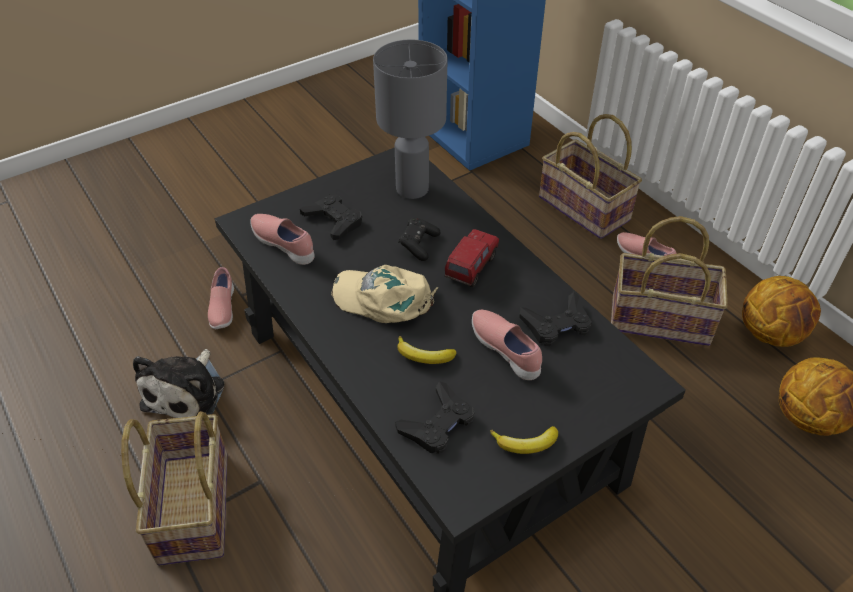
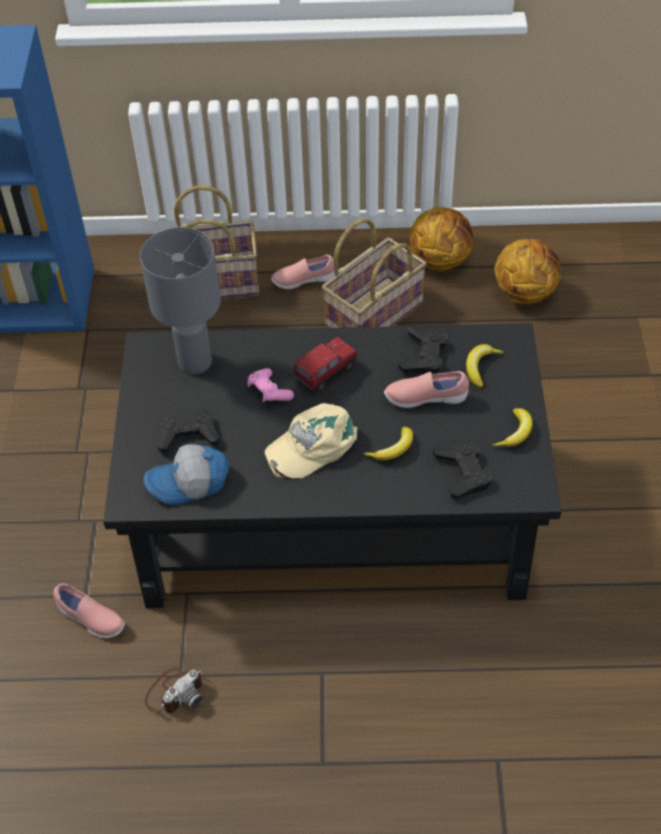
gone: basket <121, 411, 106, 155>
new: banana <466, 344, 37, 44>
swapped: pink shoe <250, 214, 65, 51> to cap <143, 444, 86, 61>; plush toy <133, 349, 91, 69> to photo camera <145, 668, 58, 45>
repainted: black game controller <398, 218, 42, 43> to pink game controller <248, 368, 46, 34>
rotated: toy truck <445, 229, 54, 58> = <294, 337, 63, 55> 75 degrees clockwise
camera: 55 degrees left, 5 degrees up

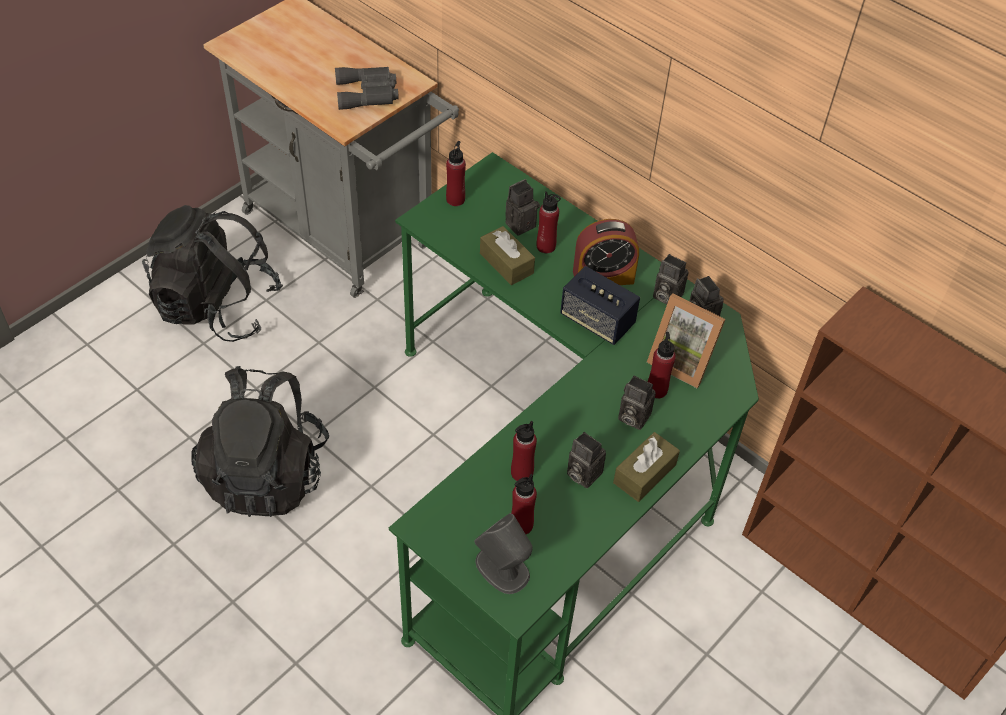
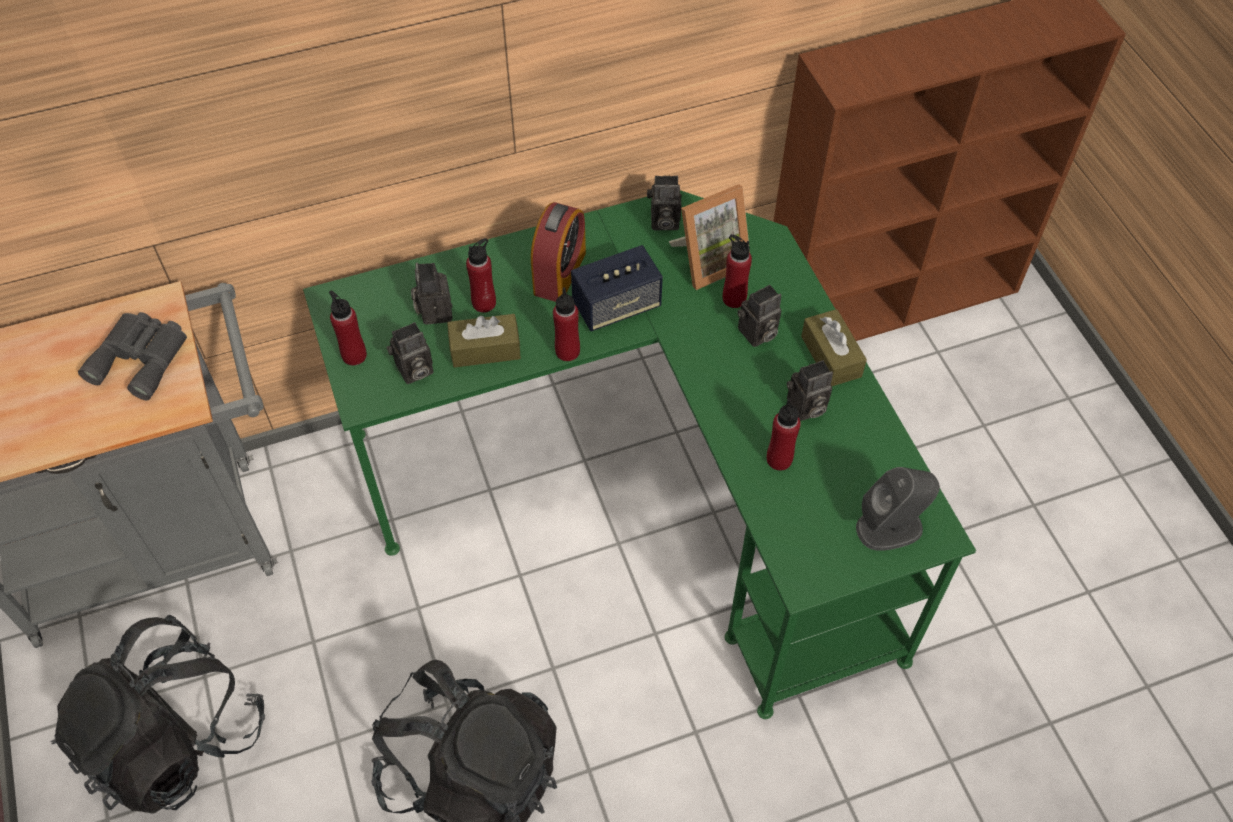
shifted: photo camera <653, 254, 35, 50> to <386, 322, 47, 62>; red bottle <511, 474, 26, 60> to <553, 287, 27, 74>
camera: 60 degrees left, 5 degrees up

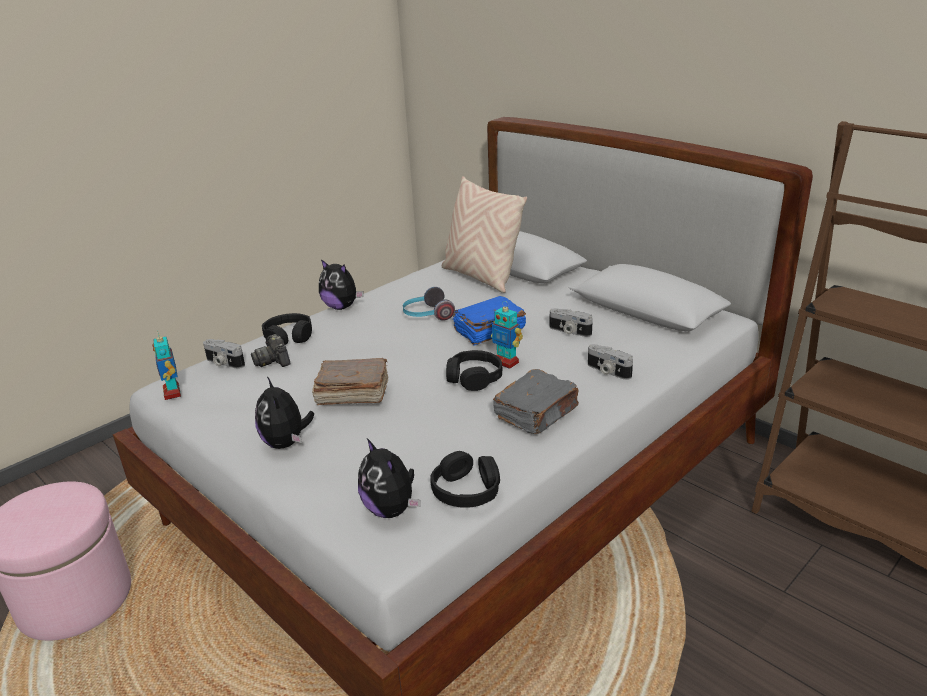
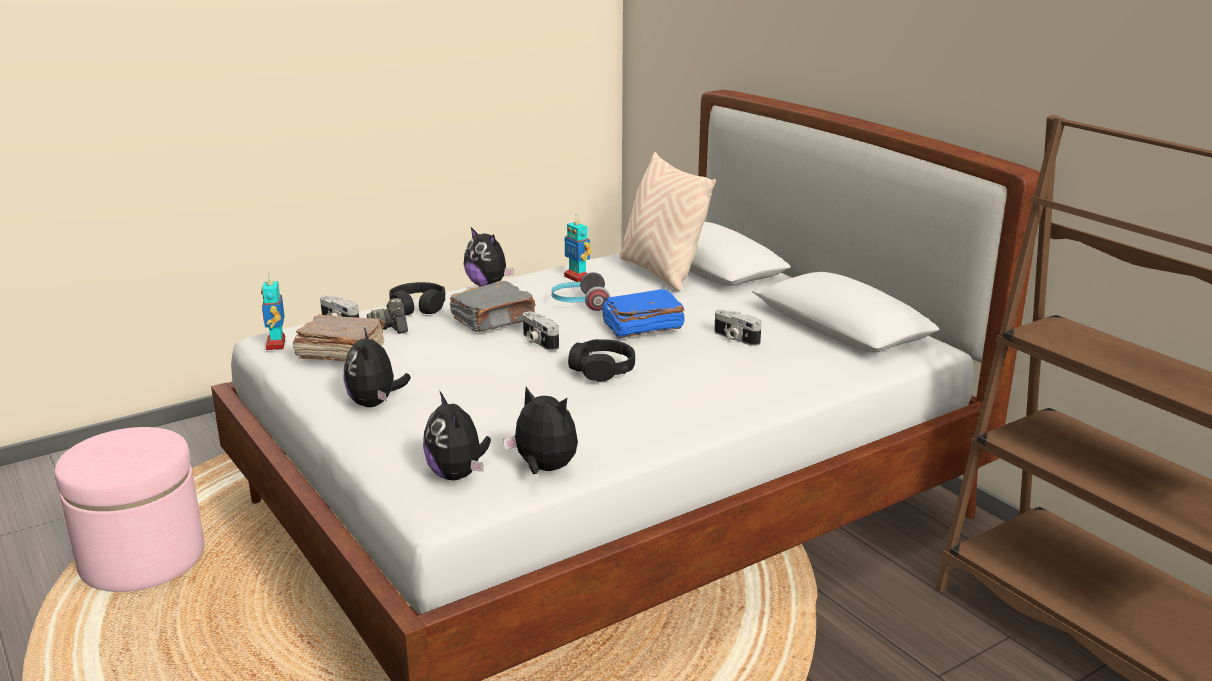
shifted: toy robot <491, 301, 32, 68> to <564, 214, 28, 68>; photo camera <588, 344, 45, 36> to <523, 311, 36, 40>; brown book <312, 358, 76, 47> to <293, 314, 92, 47>; grey book <493, 369, 86, 65> to <450, 281, 86, 51>
swapped: black headphones <430, 451, 70, 57> to plush toy <503, 387, 75, 87>
camera: 10 degrees right, 5 degrees down

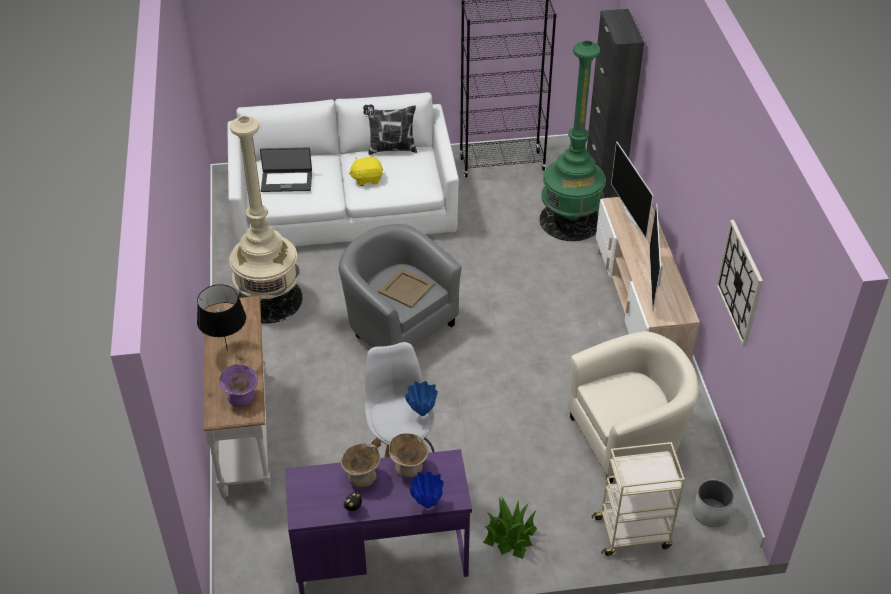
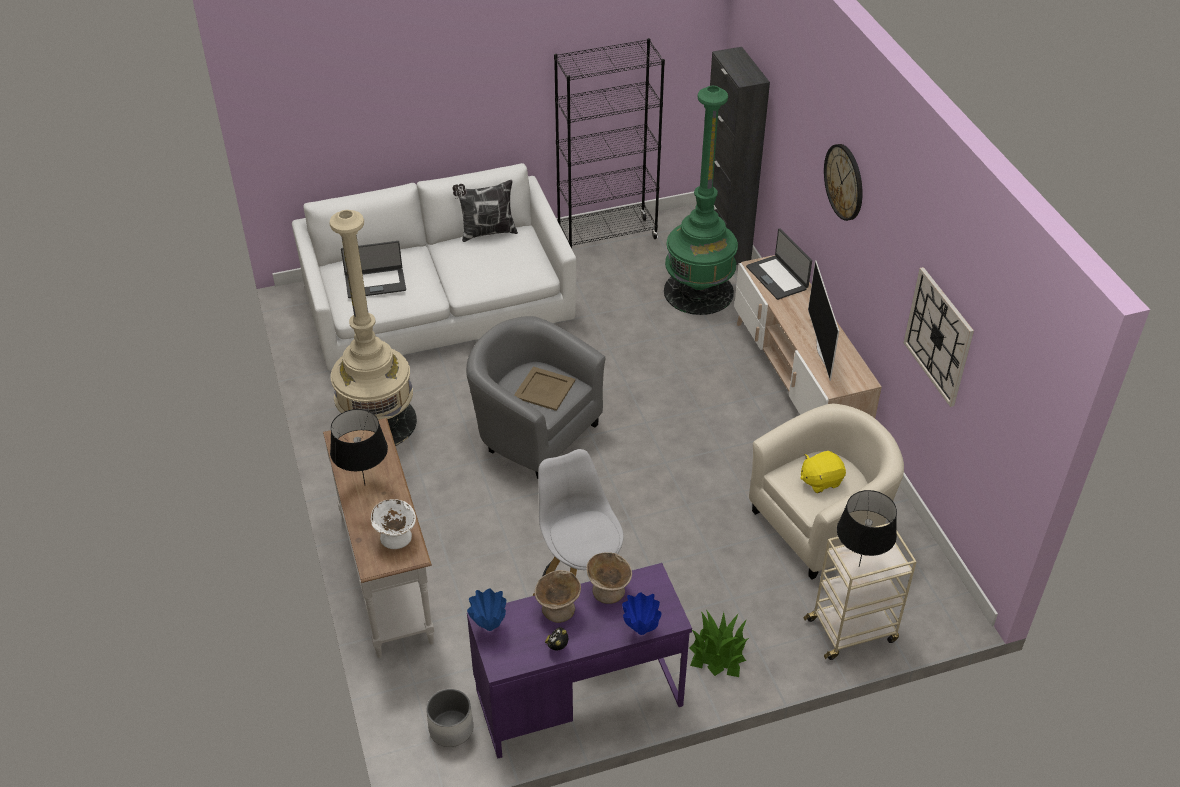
new: wall clock <824, 144, 39, 77>; black table lamp <837, 490, 60, 77>
shifted: yellow plush toy <348, 157, 35, 29> to <800, 451, 46, 42>; blue vase <405, 381, 33, 35> to <467, 588, 39, 43>; white planter <693, 479, 41, 48> to <426, 689, 47, 58>
swapped: television <611, 141, 43, 98> to laptop <746, 228, 66, 72>
repainted: purple bowl <219, 364, 39, 43> to white bowl <371, 499, 45, 50>
camera: 10 degrees left, 0 degrees up

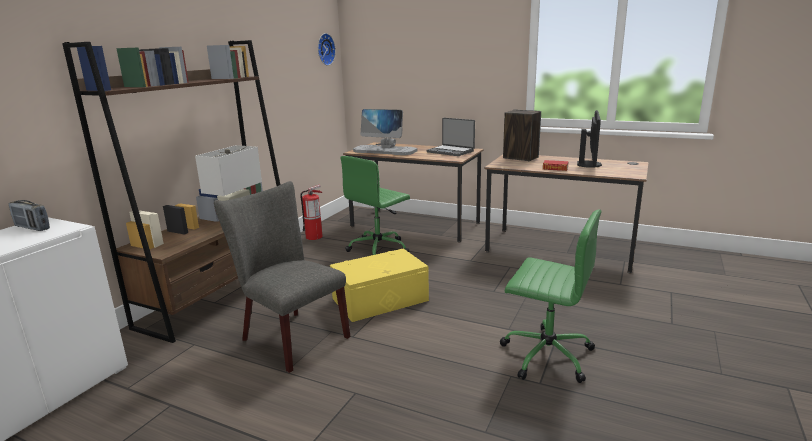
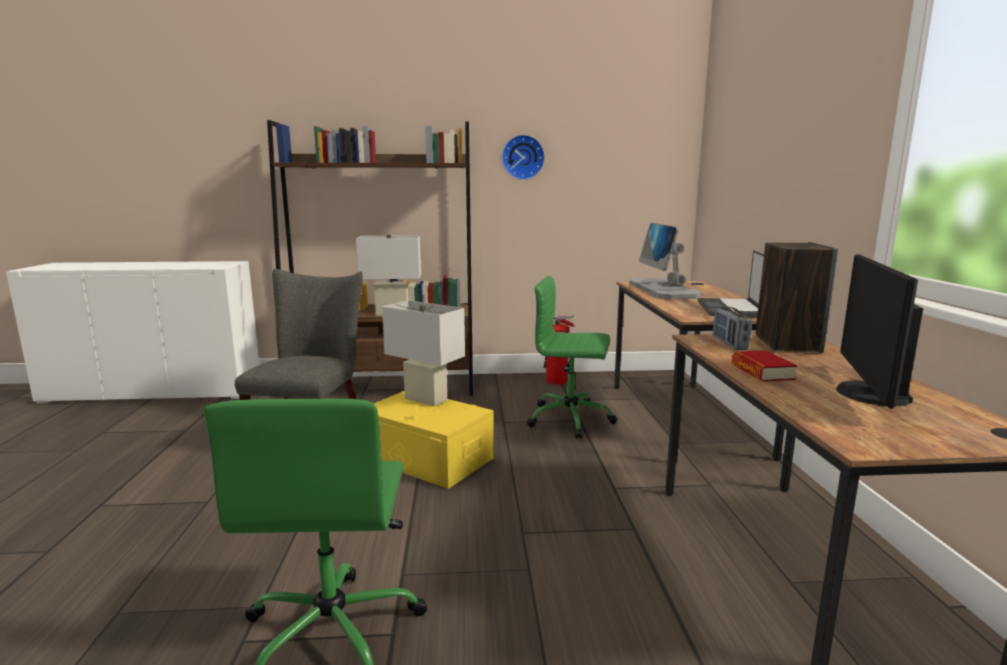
new: white table lamp <382, 300, 83, 106>
shifted: wall clock <318, 33, 18, 33> to <501, 135, 44, 45>; radio <9, 200, 41, 31> to <713, 307, 39, 43>
rotated: monitor <577, 110, 25, 58> = <836, 254, 87, 155> 120 degrees clockwise
camera: 60 degrees right, 5 degrees down

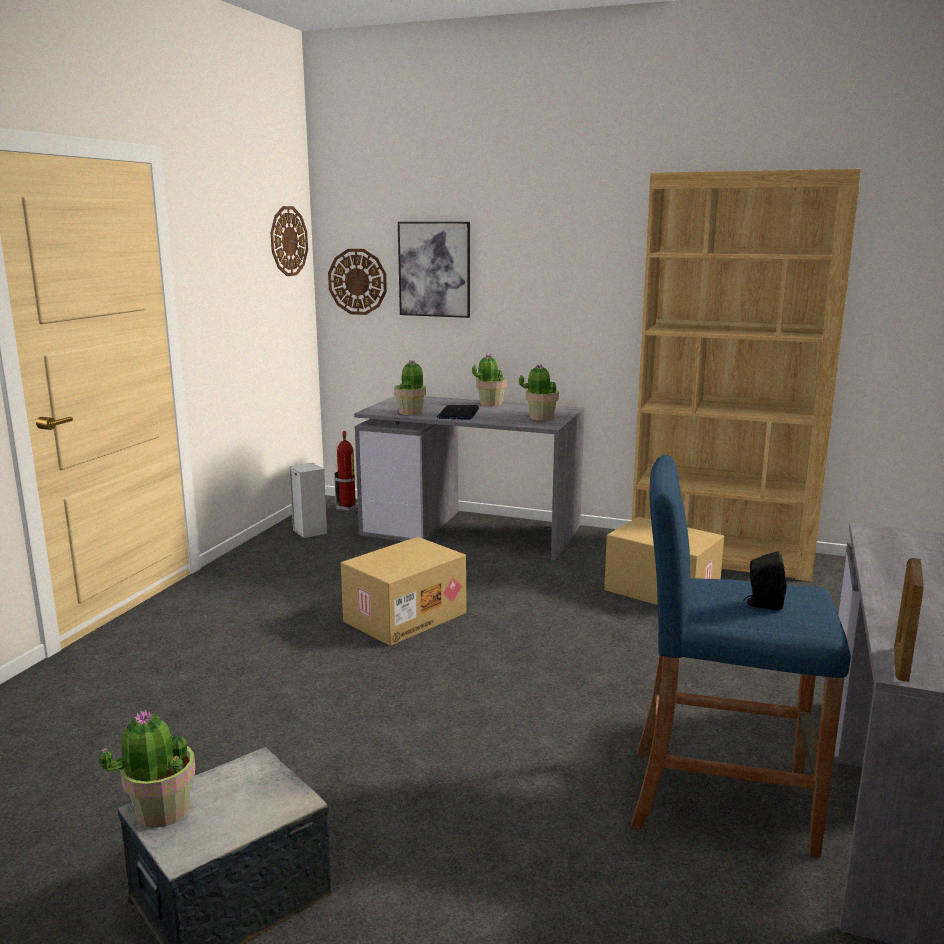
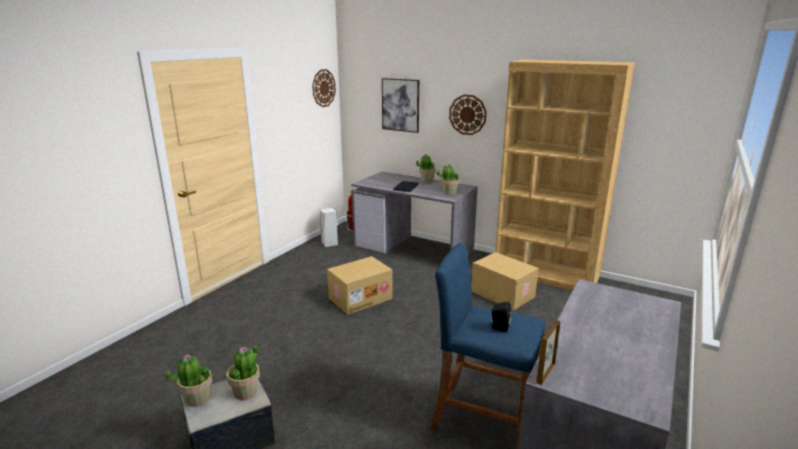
shifted: wall clock <328, 249, 59, 66> to <449, 95, 38, 40>; potted plant <394, 360, 32, 55> to <226, 345, 34, 55>
camera: 10 degrees right, 5 degrees up

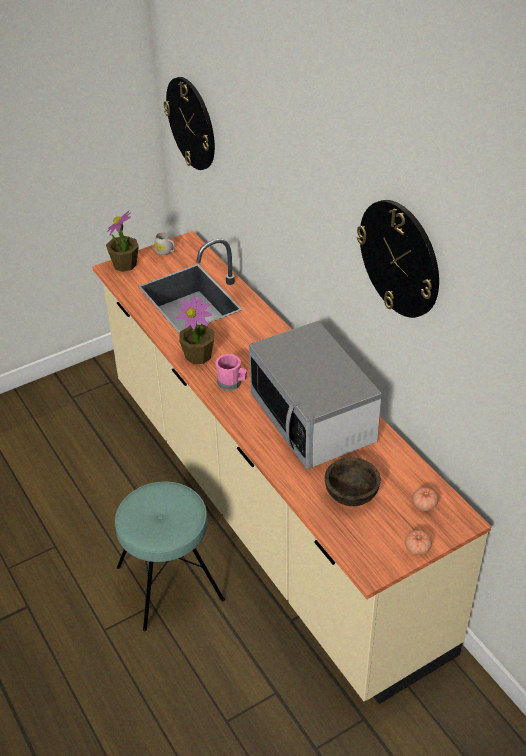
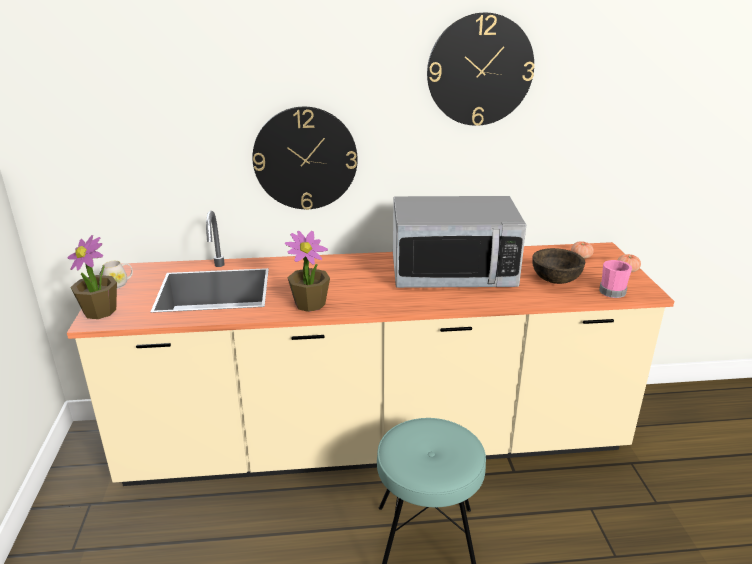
shifted: wall clock <164, 77, 51, 93> to <252, 107, 106, 103>; pink mug <215, 354, 32, 37> to <599, 260, 33, 38>
camera: 65 degrees left, 15 degrees down

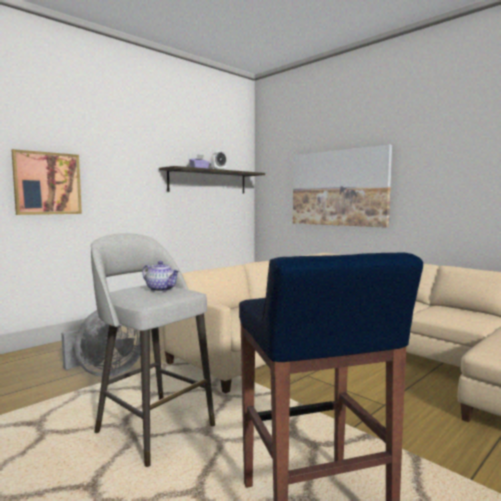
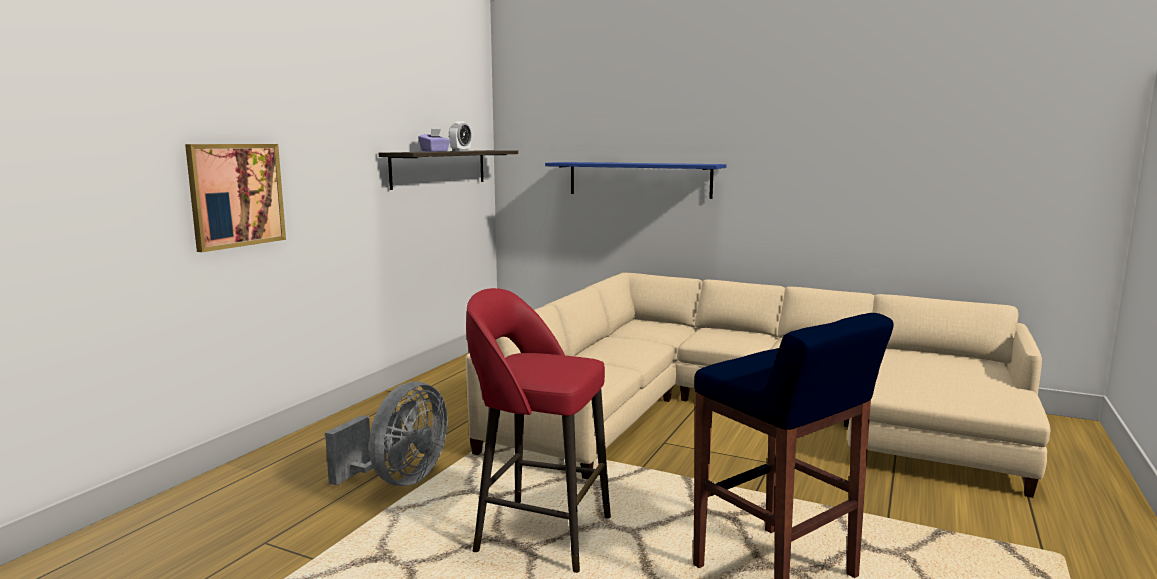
gone: teapot <142, 261, 38, 31>
swapped: picture <293, 145, 99, 83> to blue shelf <545, 162, 181, 37>
repainted: grey stool <91, 233, 124, 234> to red stool <466, 288, 145, 285>
camera: 20 degrees left, 5 degrees up

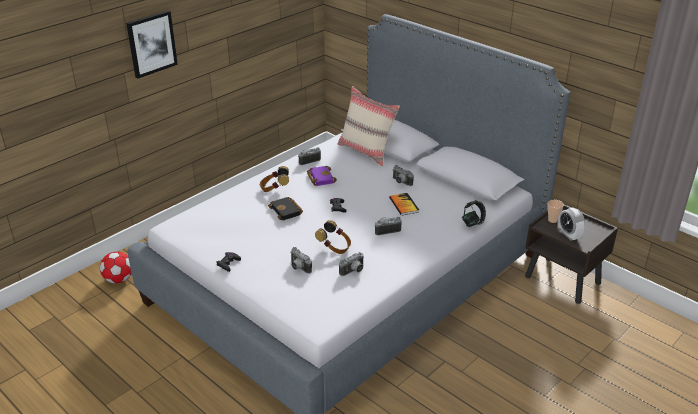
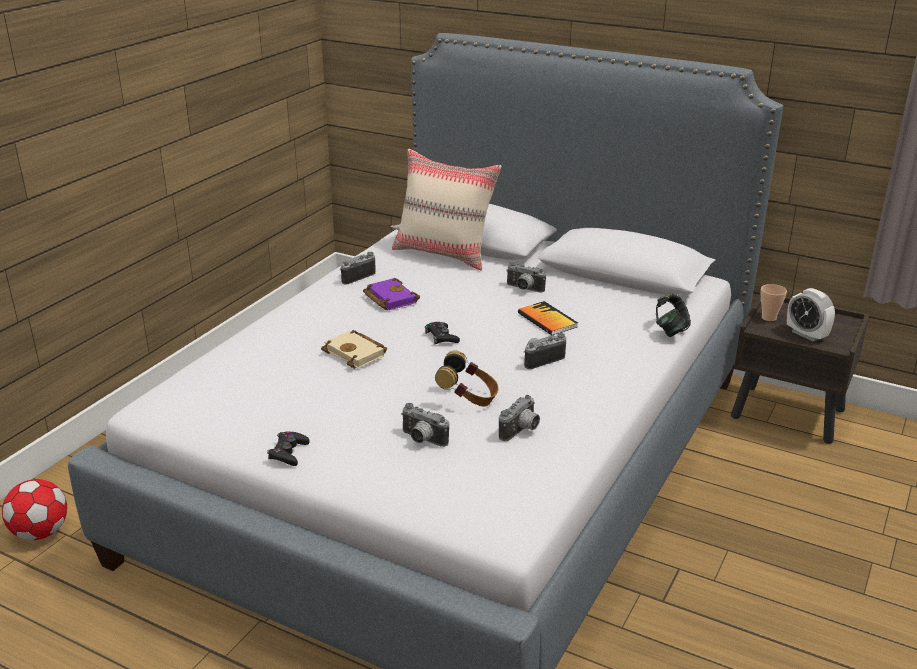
gone: picture <126, 11, 52, 68>; headphones <260, 166, 29, 26>
repainted: black book <268, 197, 35, 23> to beige book <321, 330, 66, 39>
camera: 15 degrees left, 5 degrees down

